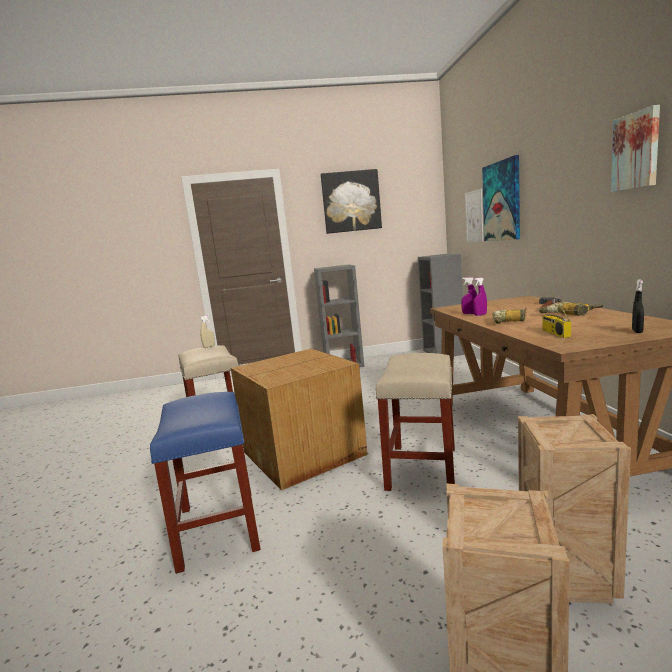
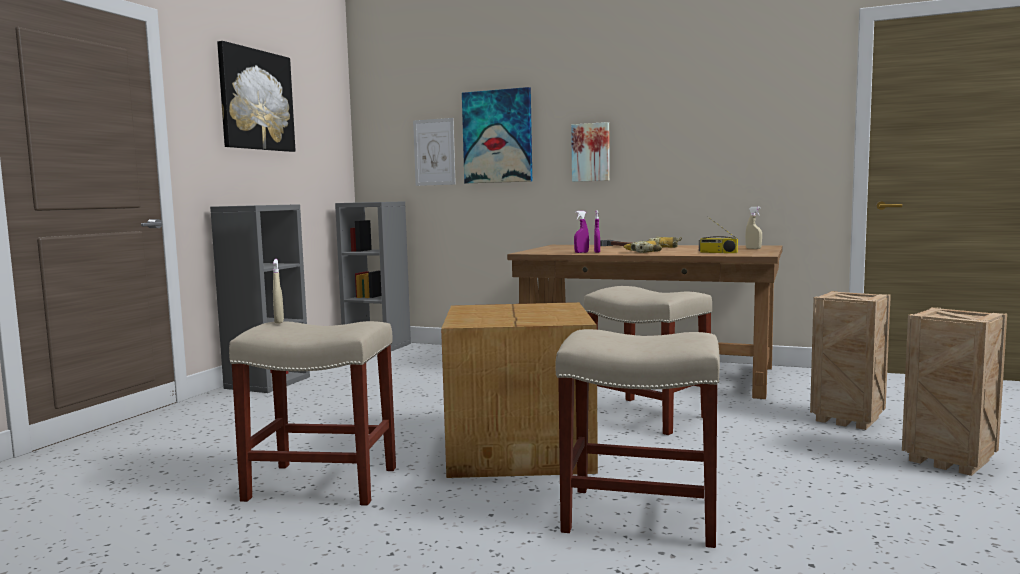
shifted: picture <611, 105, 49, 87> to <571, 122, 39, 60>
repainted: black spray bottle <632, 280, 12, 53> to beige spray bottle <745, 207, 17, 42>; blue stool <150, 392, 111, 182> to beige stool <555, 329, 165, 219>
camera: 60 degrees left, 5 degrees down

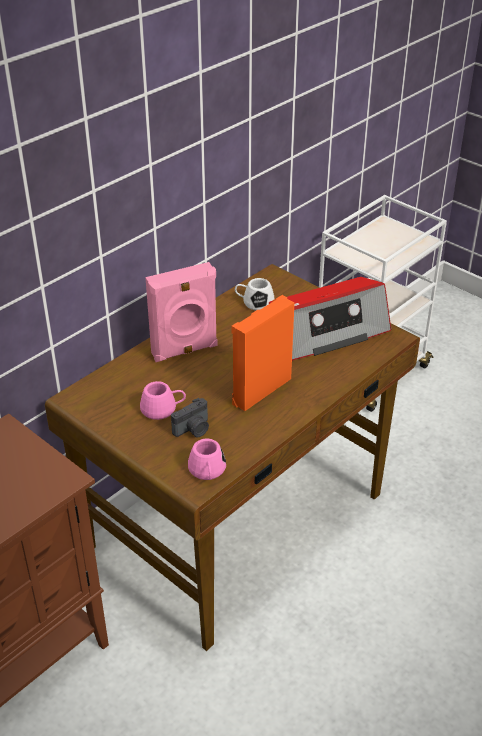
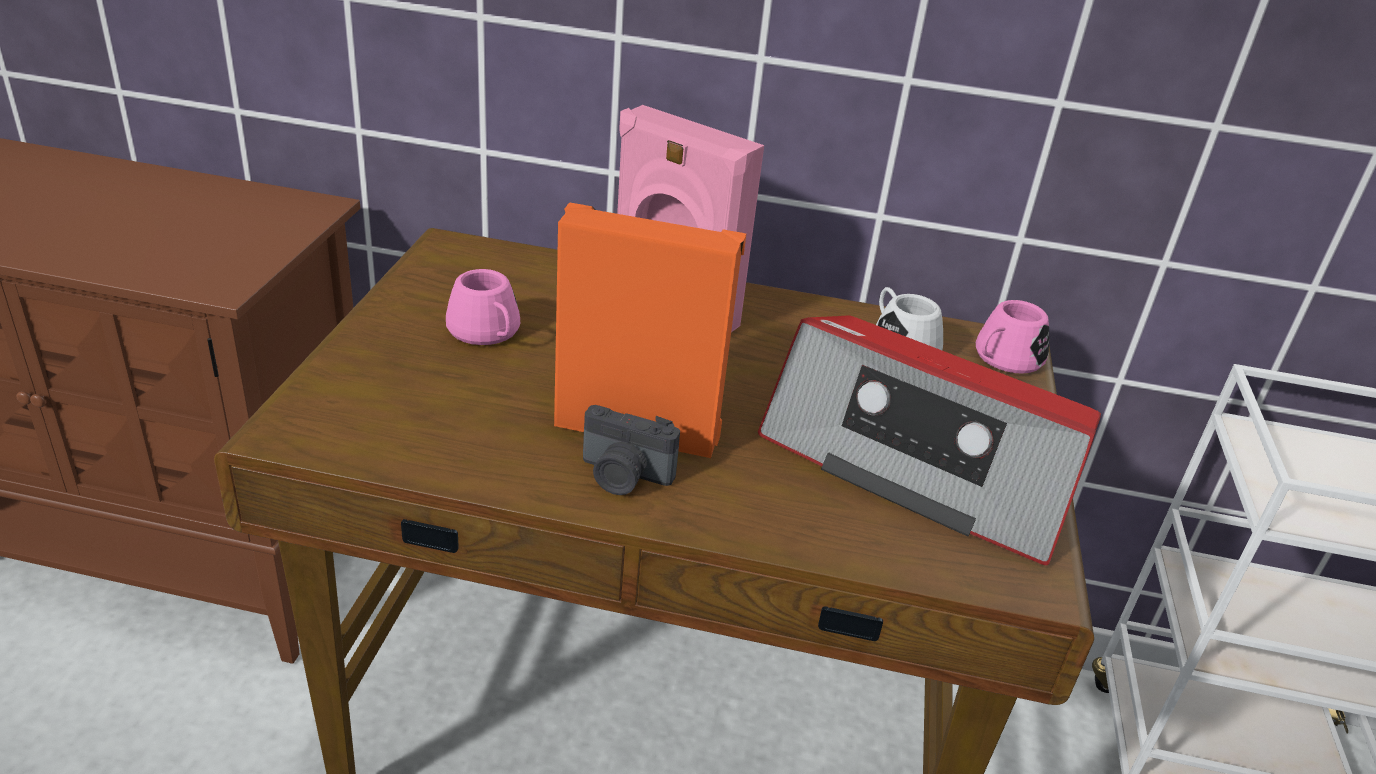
shifted: photo camera <171, 398, 38, 39> to <583, 405, 97, 90>; pink mug <188, 439, 38, 41> to <976, 300, 73, 74>
camera: 55 degrees right, 5 degrees down

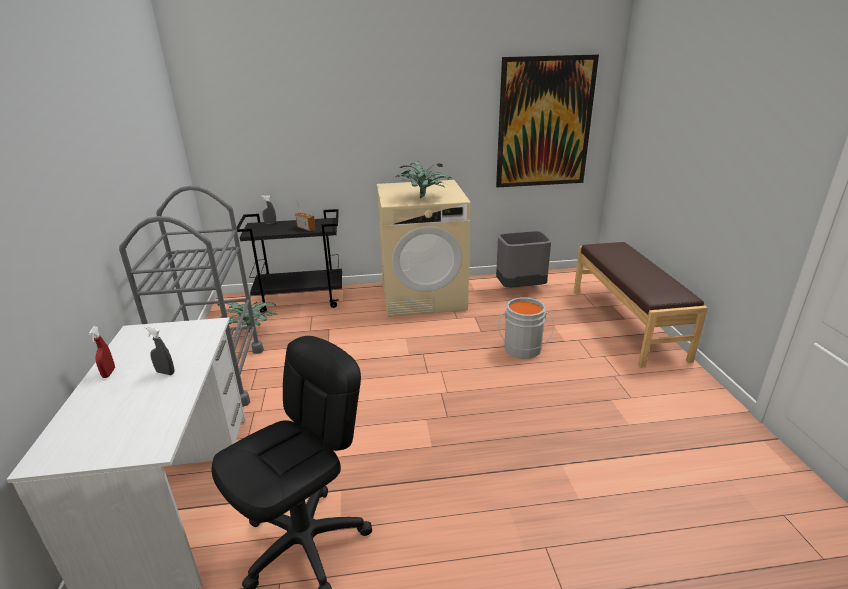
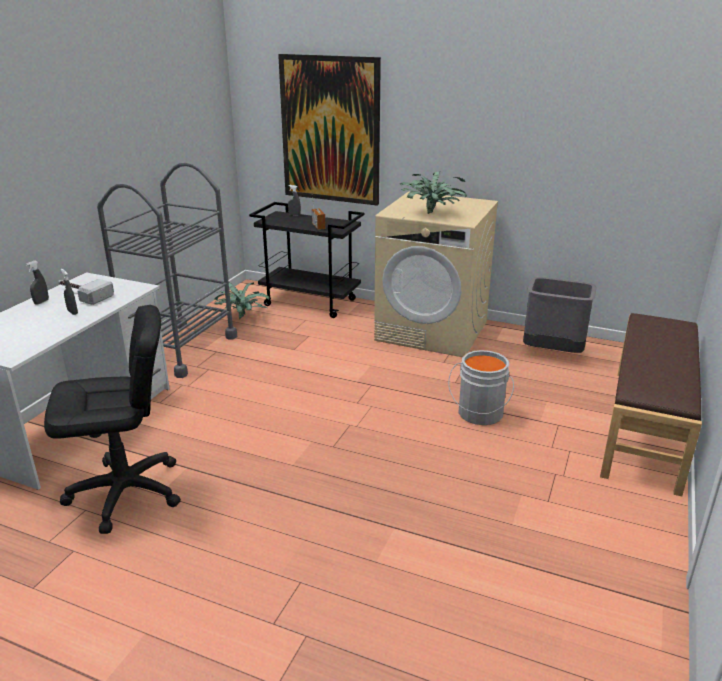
new: hammer <58, 279, 56, 26>
shifted: picture <496, 55, 103, 132> to <278, 54, 103, 152>
repainted: red spray bottle <88, 326, 27, 52> to grey spray bottle <26, 260, 23, 45>
camera: 30 degrees right, 0 degrees up

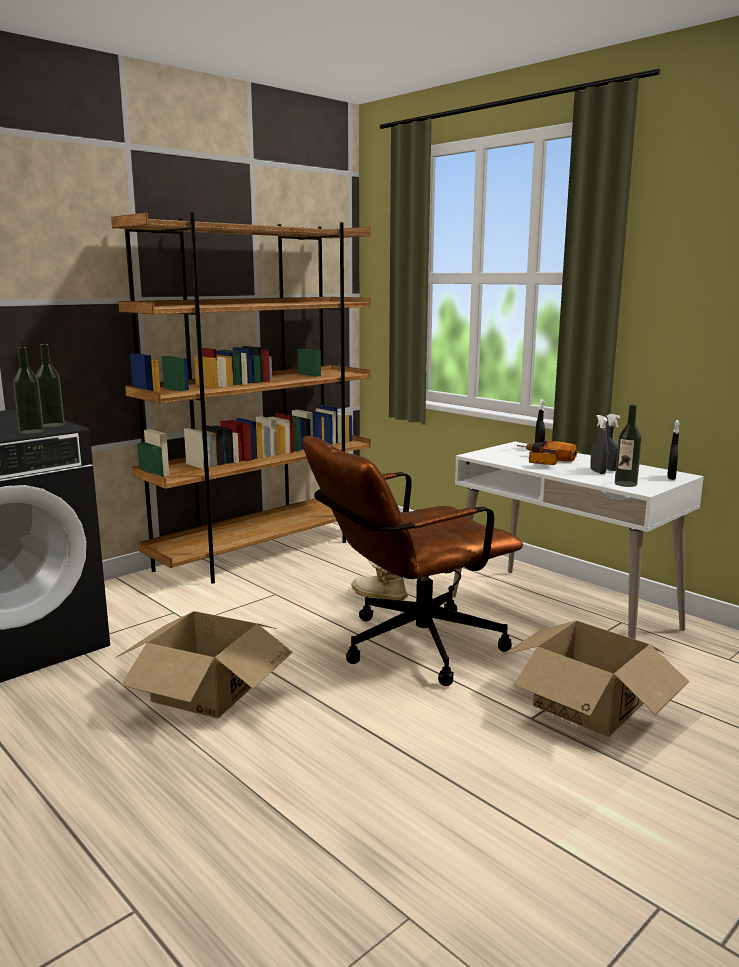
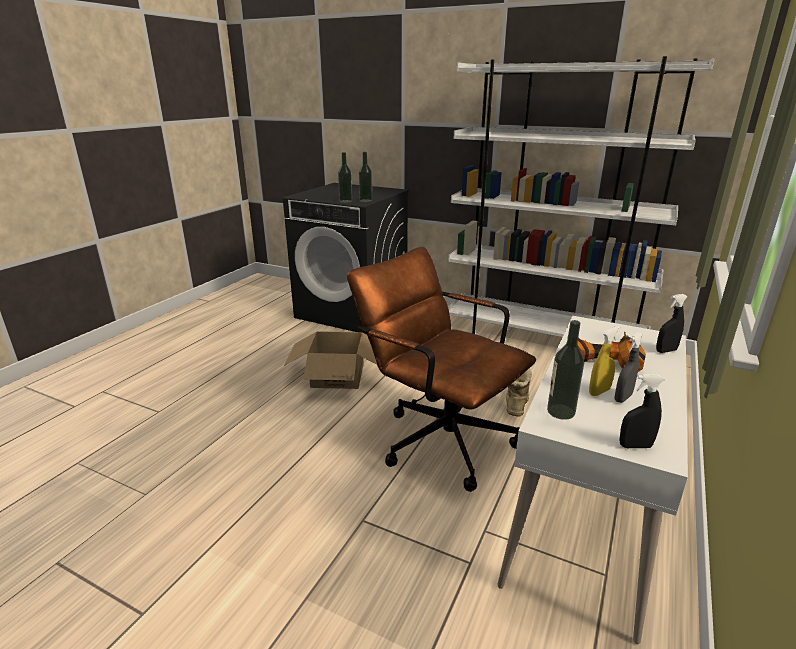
gone: cardboard box <502, 621, 187, 116>
repainted: brown bookcase <111, 212, 260, 372> to white bookcase <448, 56, 267, 281>; grey spray bottle <590, 415, 18, 59> to yellow spray bottle <589, 326, 31, 70>
camera: 70 degrees right, 10 degrees up

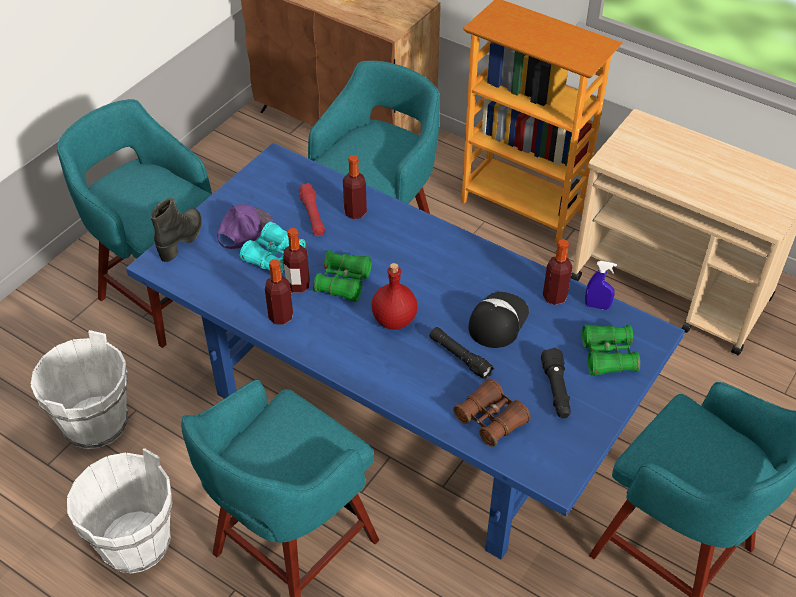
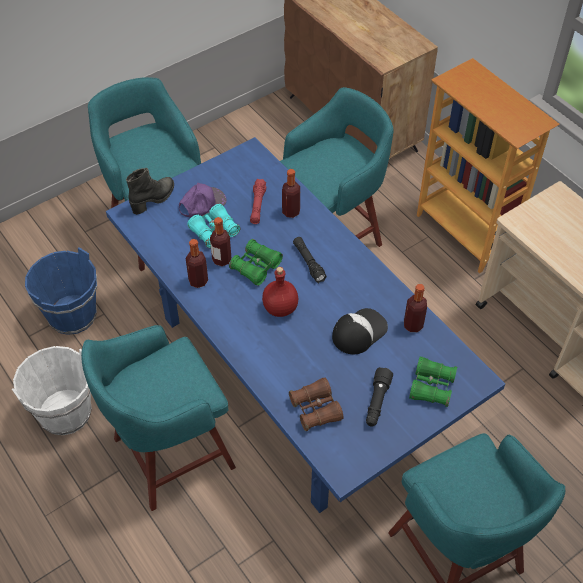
gone: blue spray bottle <585, 261, 32, 49>
shifted: black flashlight <430, 327, 64, 53> to <293, 237, 34, 46>
repainted: white bucket <31, 330, 97, 119> to blue bucket <25, 247, 72, 88>
camera: 20 degrees right, 5 degrees up

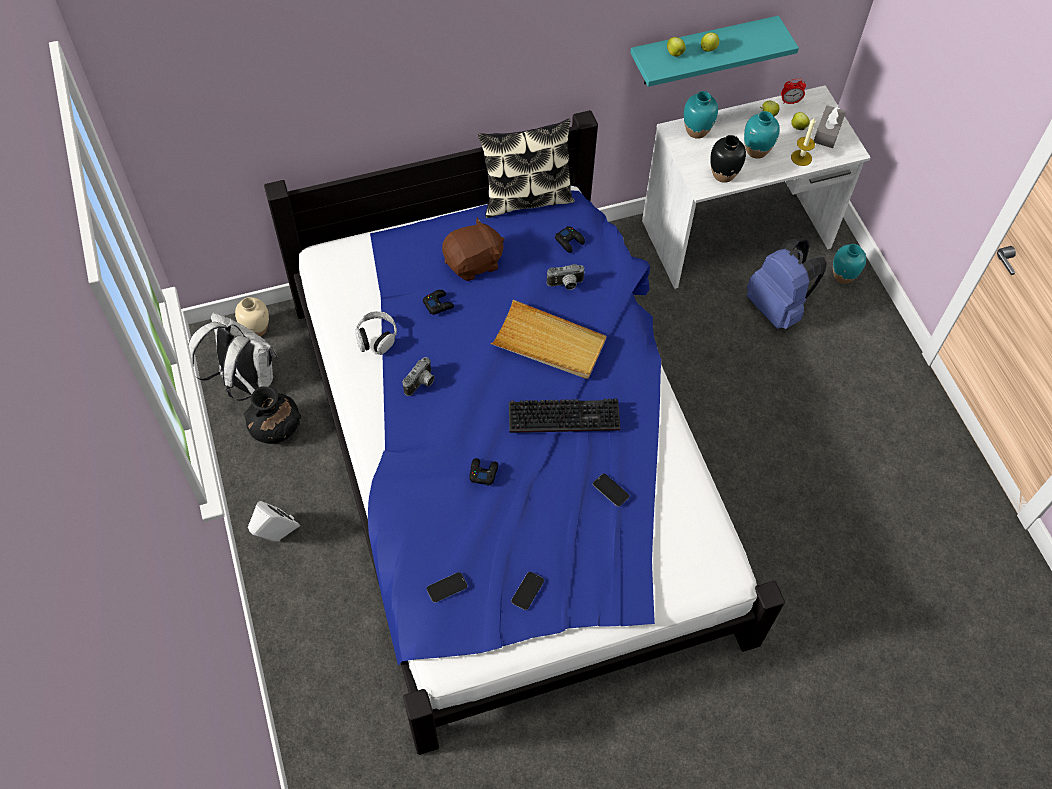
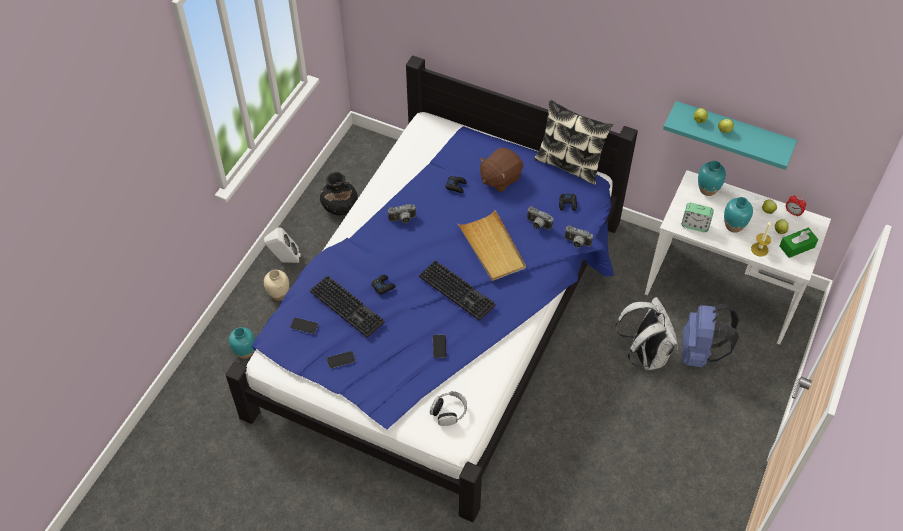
new: photo camera <564, 225, 29, 23>; keyboard <310, 275, 75, 63>
shifted: turquoise vase <833, 244, 33, 40> to <229, 327, 26, 32>; beige vase <235, 297, 34, 39> to <264, 270, 25, 31>; headphones <355, 311, 42, 44> to <430, 391, 37, 35>; white backpack <188, 312, 90, 89> to <615, 297, 63, 73>
swapped: black vase <710, 135, 36, 48> to alarm clock <682, 203, 32, 29>
repainted: grey tissue box <814, 105, 32, 43> to green tissue box <779, 228, 39, 30>
rotated: brown plush toy <442, 217, 62, 64> = <480, 148, 43, 44> 120 degrees clockwise
camera: 45 degrees right, 5 degrees down

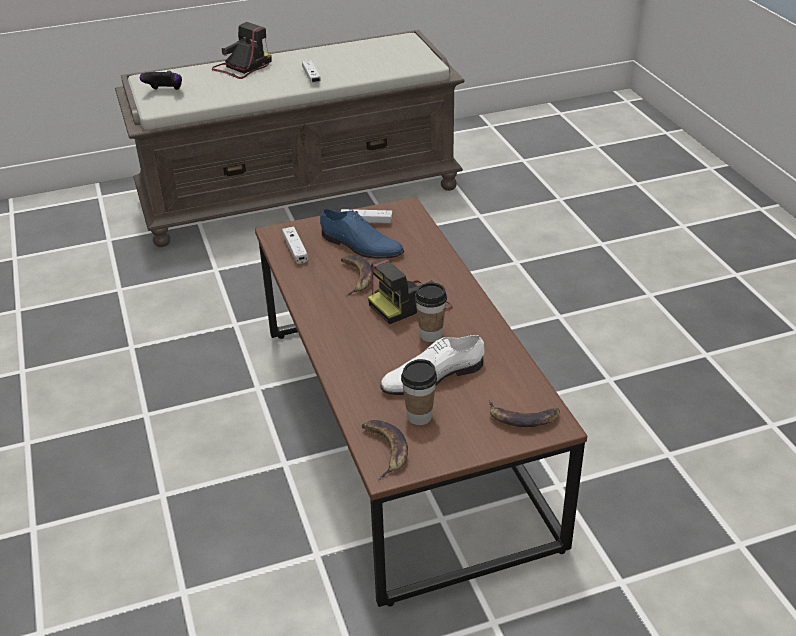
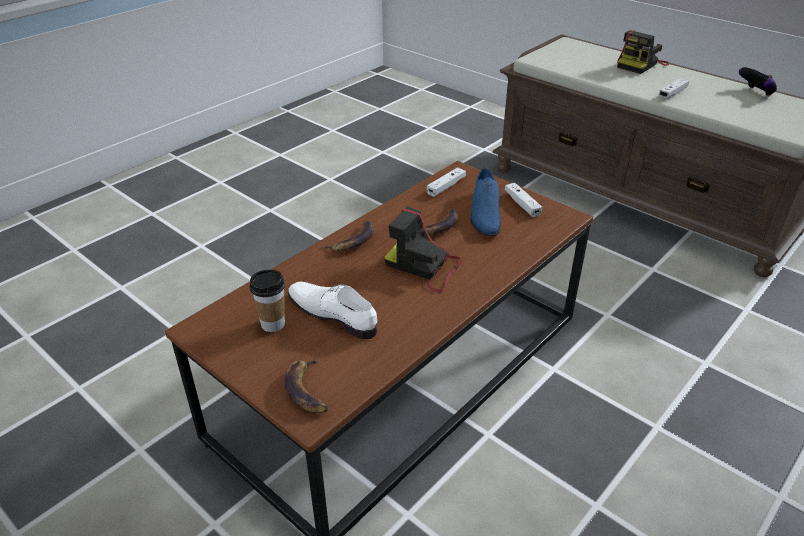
gone: cup <415, 282, 32, 60>
shifted: game controller <140, 70, 42, 20> to <739, 67, 38, 29>; banana <361, 420, 47, 60> to <322, 220, 52, 31>
rotated: photo camera <212, 22, 60, 57> = <617, 30, 52, 44> 120 degrees clockwise
camera: 60 degrees right, 0 degrees up

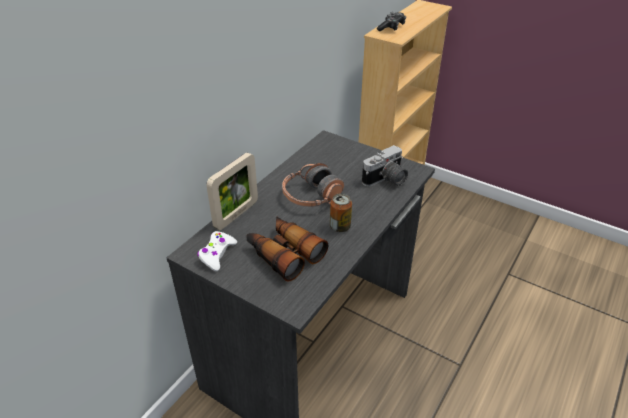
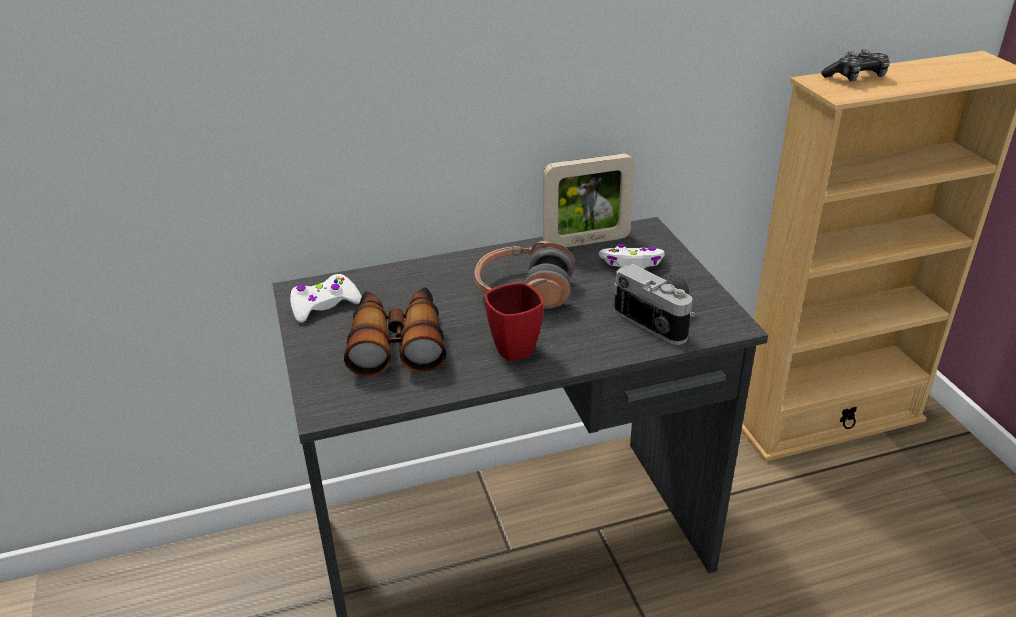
new: white game controller <599, 243, 65, 26>
shifted: picture frame <206, 153, 52, 77> to <543, 153, 92, 94>
swapped: can <330, 193, 22, 39> to red mug <485, 283, 59, 78>
rotated: photo camera <362, 145, 46, 42> = <614, 264, 81, 81> 135 degrees counterclockwise
camera: 40 degrees right, 5 degrees down

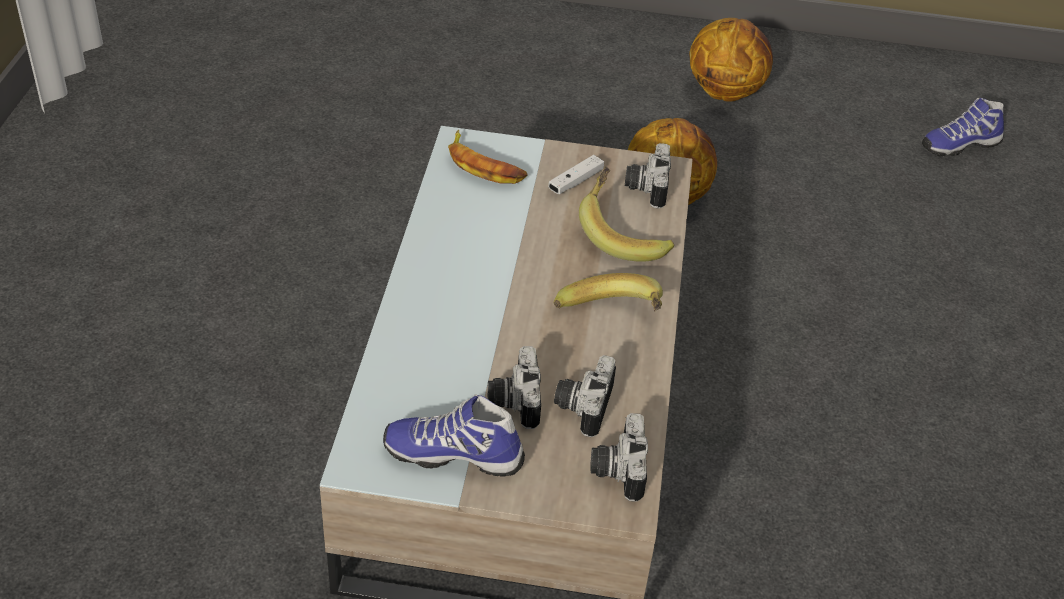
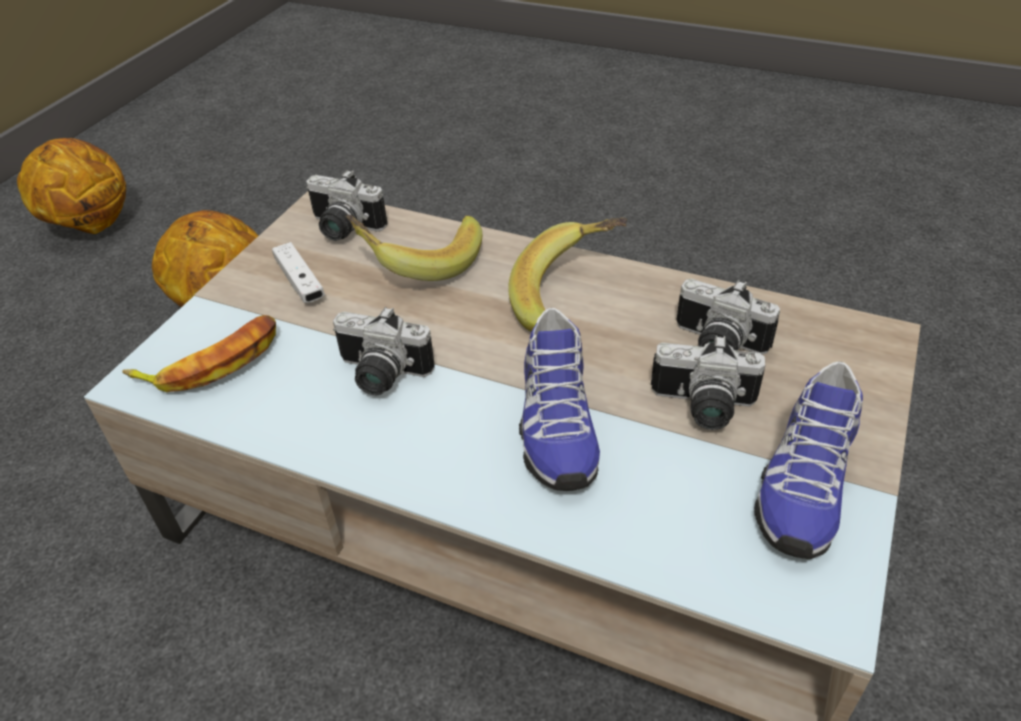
shifted: shoe <922, 98, 82, 59> to <519, 308, 81, 183>; photo camera <590, 413, 58, 89> to <333, 307, 102, 88>
camera: 70 degrees left, 0 degrees up

